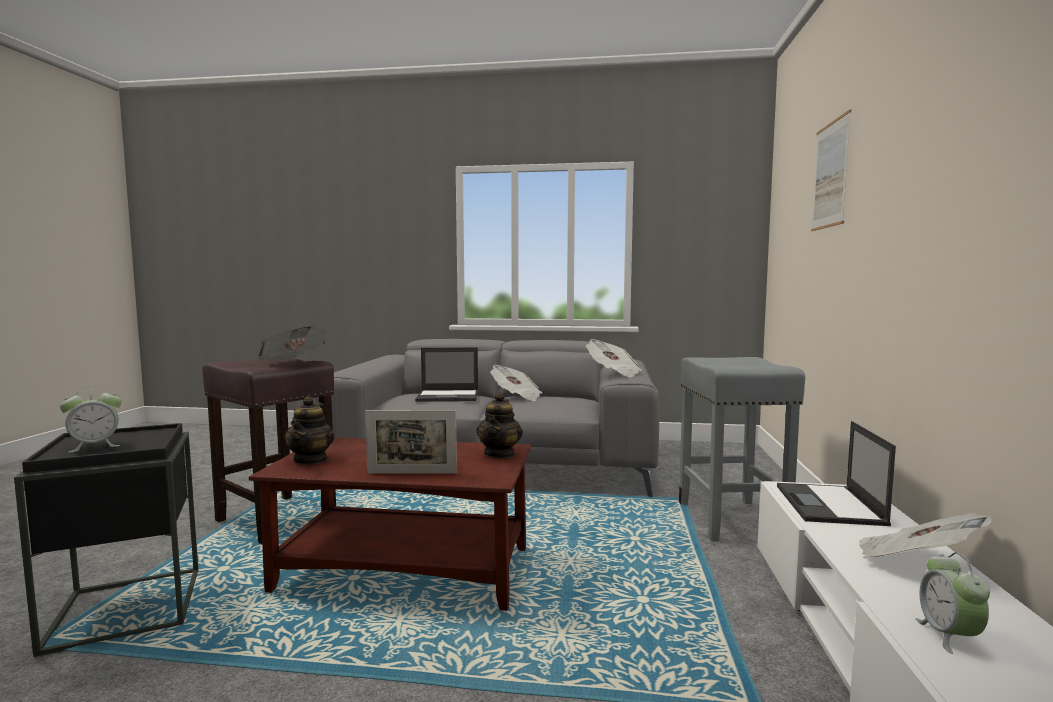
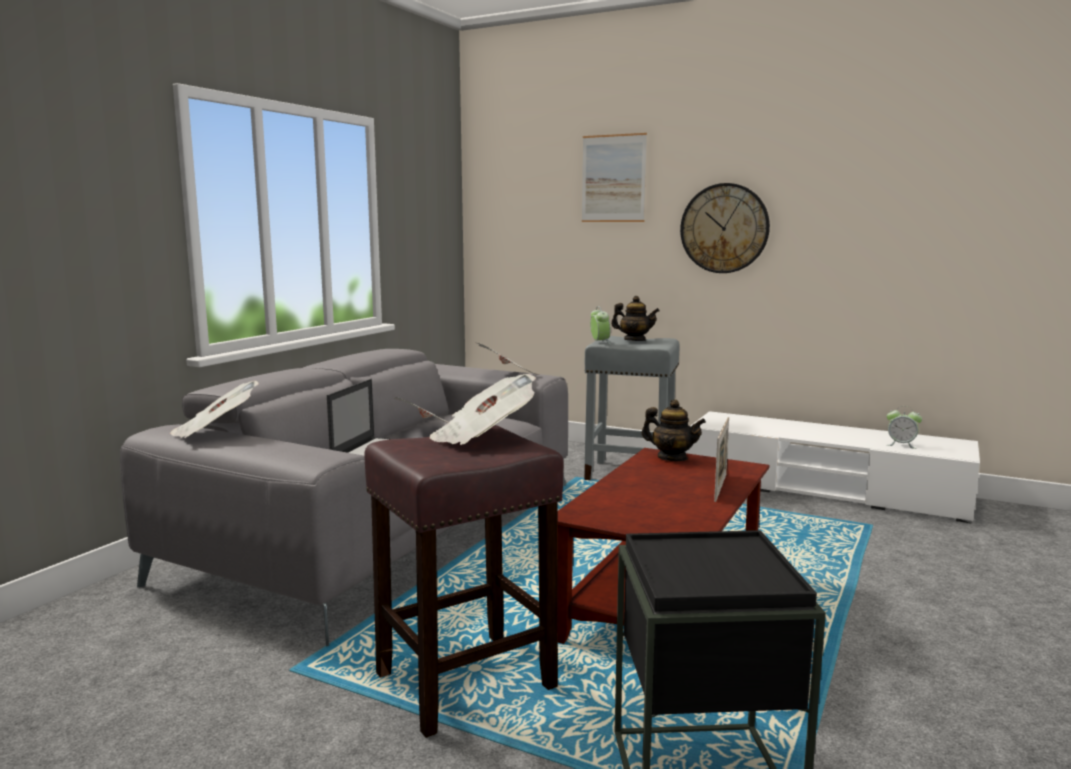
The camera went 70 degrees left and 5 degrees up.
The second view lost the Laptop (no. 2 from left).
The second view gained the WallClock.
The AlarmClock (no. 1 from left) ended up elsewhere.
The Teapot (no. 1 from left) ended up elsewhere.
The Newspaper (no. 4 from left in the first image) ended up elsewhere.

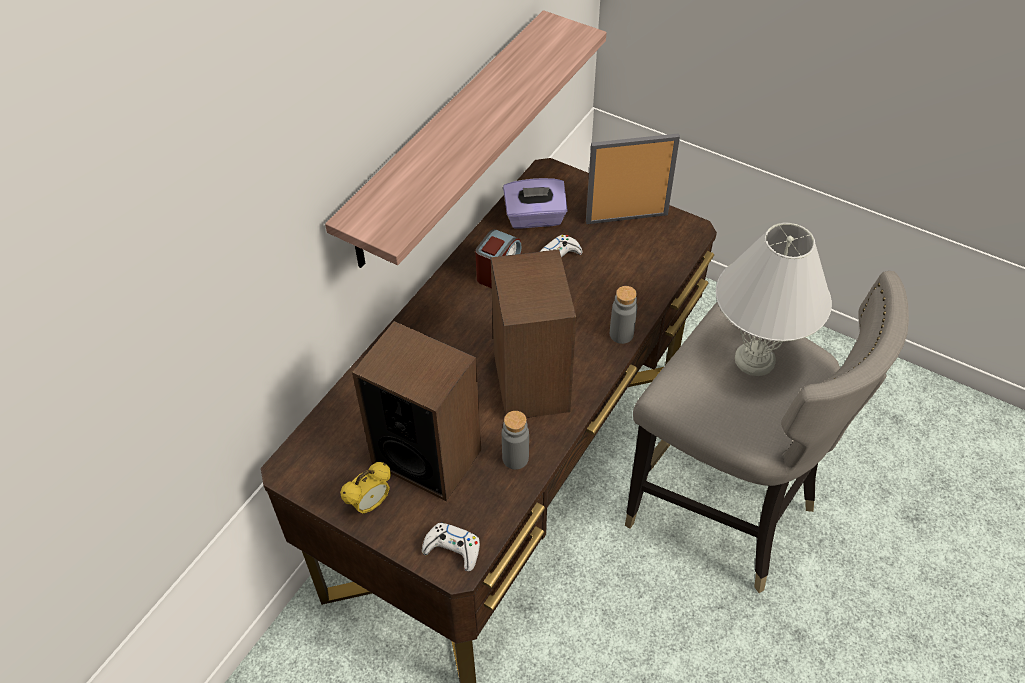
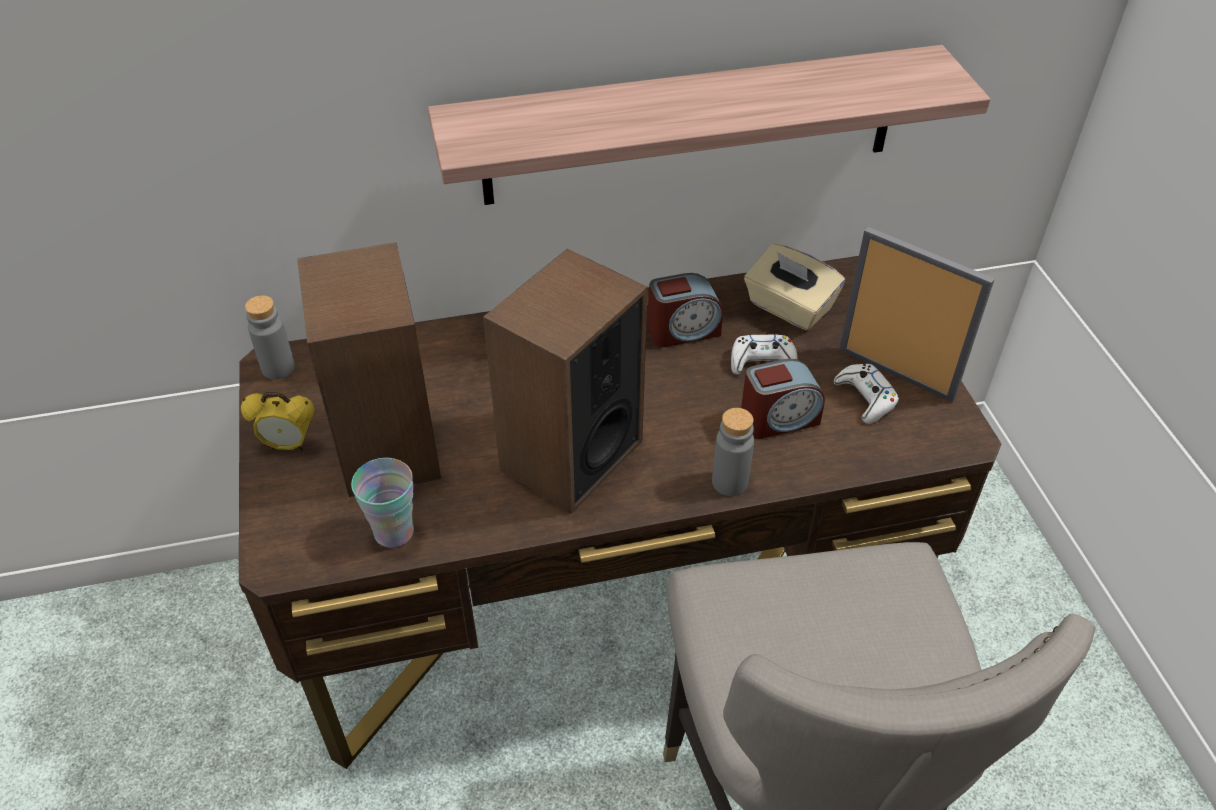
The camera went 45 degrees right and 5 degrees down.
The second view lost the WhiteTableLamp.
The second view gained the Cup.
The second view gained the AlarmClock (no. 3 from left).
The WhiteGameController (no. 1 from left in the first image) ended up elsewhere.
The GreyBottle (no. 1 from left) ended up elsewhere.
What was the PurpleTissueBox turned into the BeigeTissueBox.

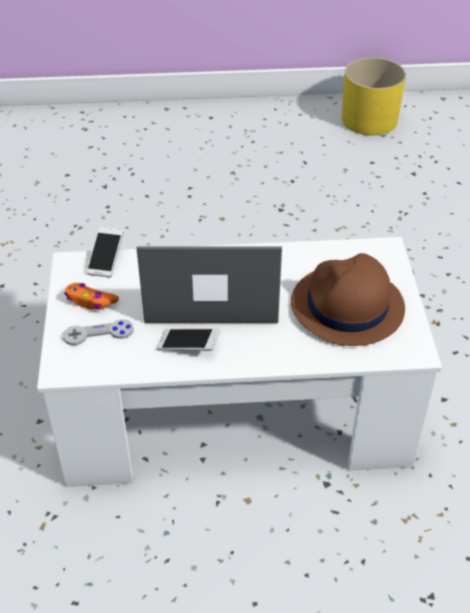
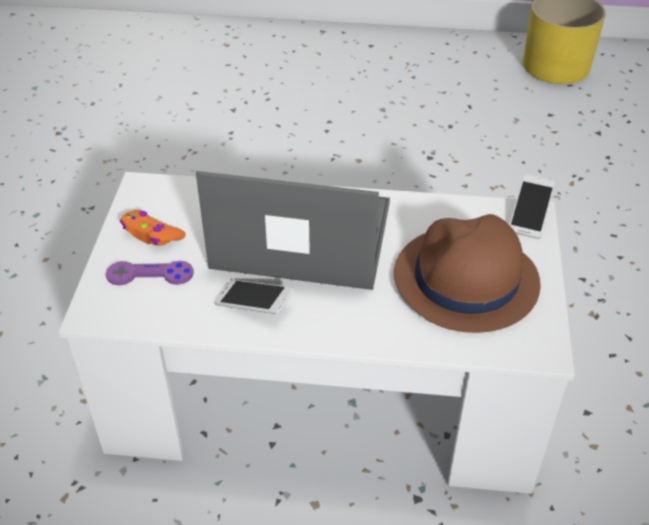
The camera went 10 degrees right and 0 degrees up.
The Phone (no. 1 from left in the first image) ended up elsewhere.
What was the GreyGameController turned into the PurpleGameController.

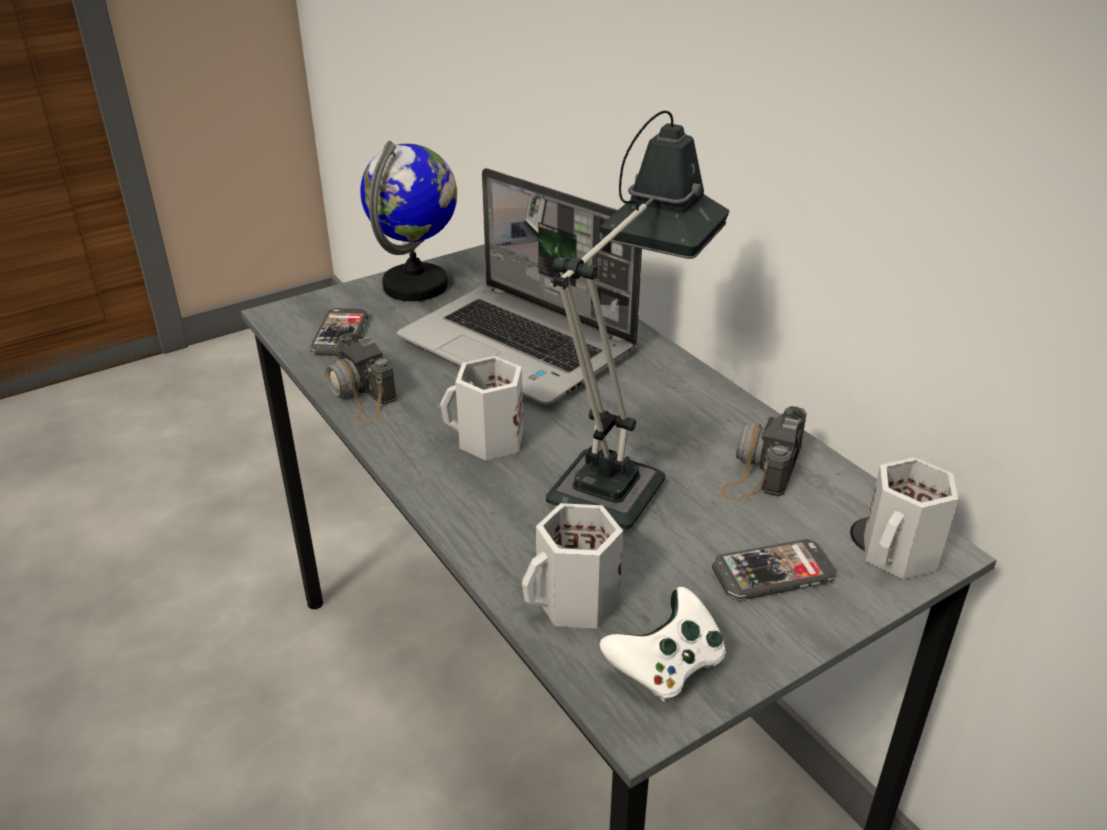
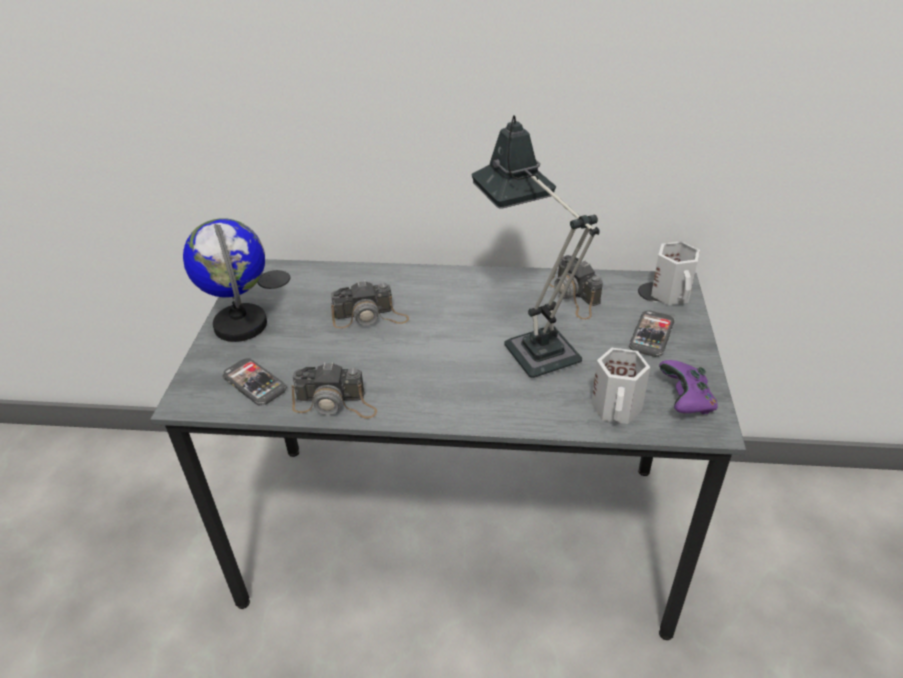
The camera went 50 degrees left and 5 degrees up.
The second view lost the WhiteMug (no. 1 from left).
Where the Laptop stood, the PhotoCamera (no. 2 from left) came to stand.
What was the WhiteGameController turned into the PurpleGameController.

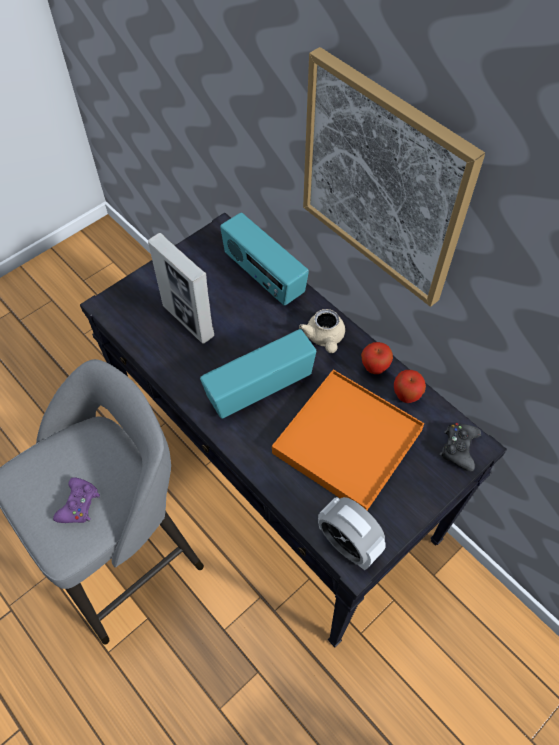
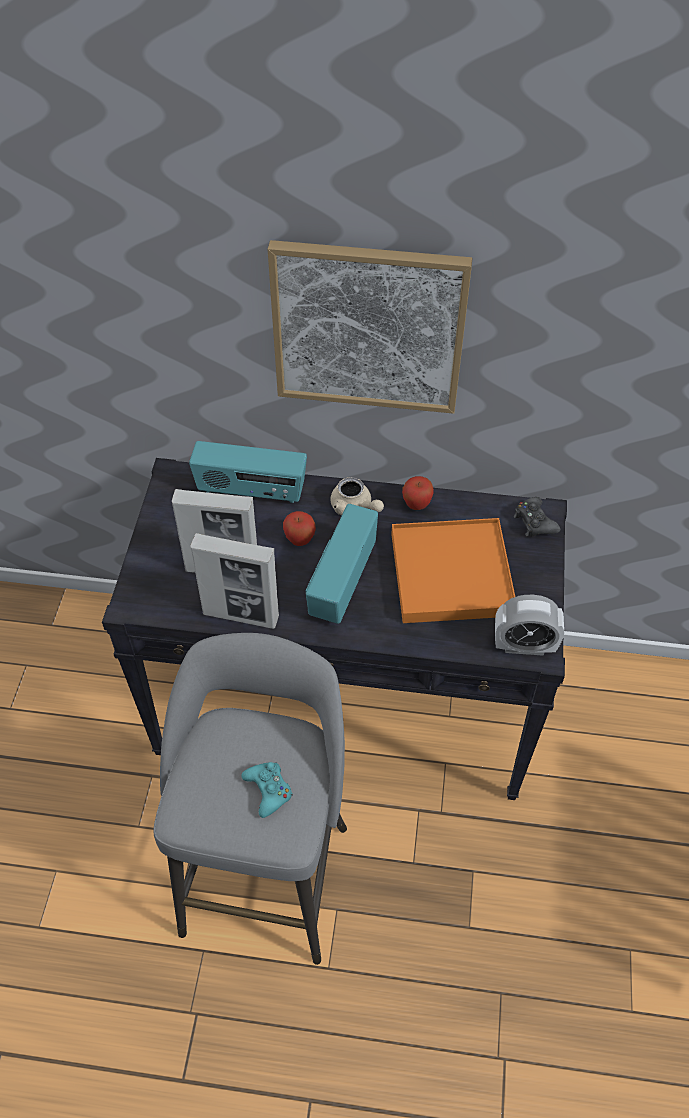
The camera went 40 degrees left and 5 degrees down.
The second view gained the PictureFrame (no. 2 from left).
The Apple (no. 2 from left in the first image) ended up elsewhere.
What was the PurpleGameController turned into the TurquoiseGameController.

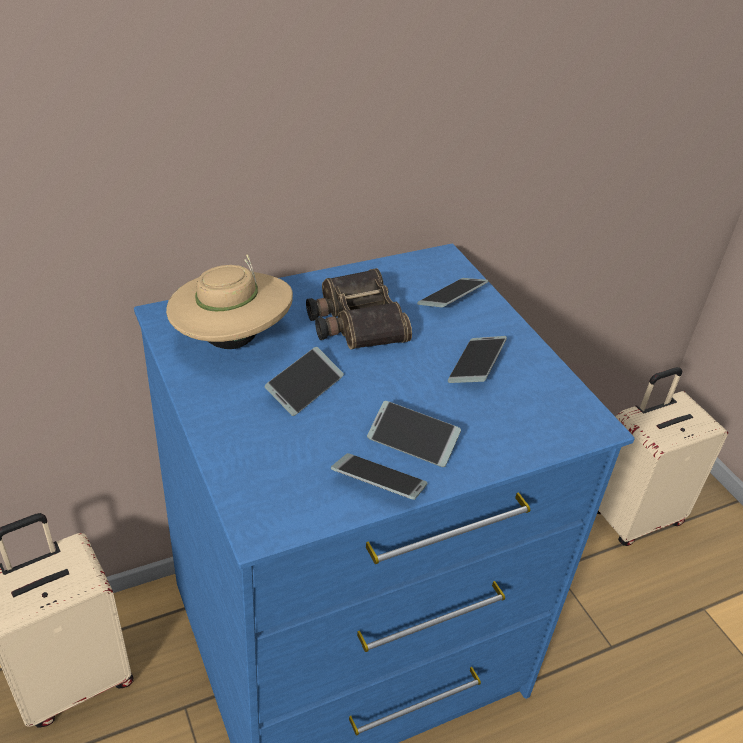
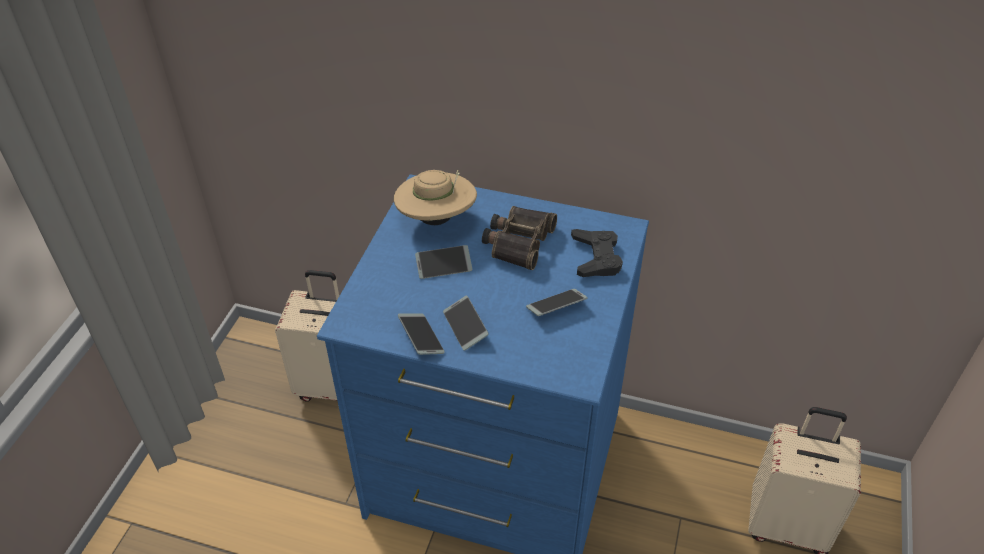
The camera went 45 degrees right and 5 degrees up.
Where the Phone (no. 4 from left) stood, the BlackGameController came to stand.

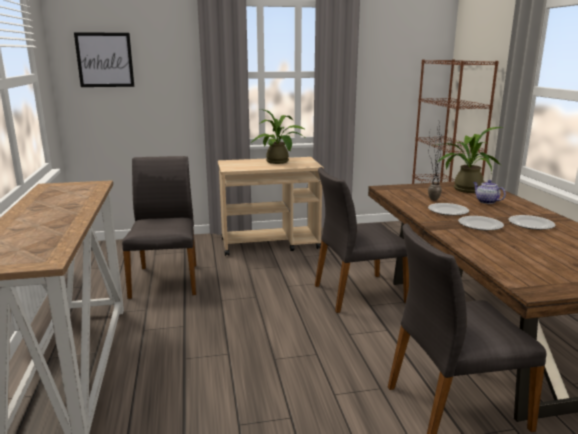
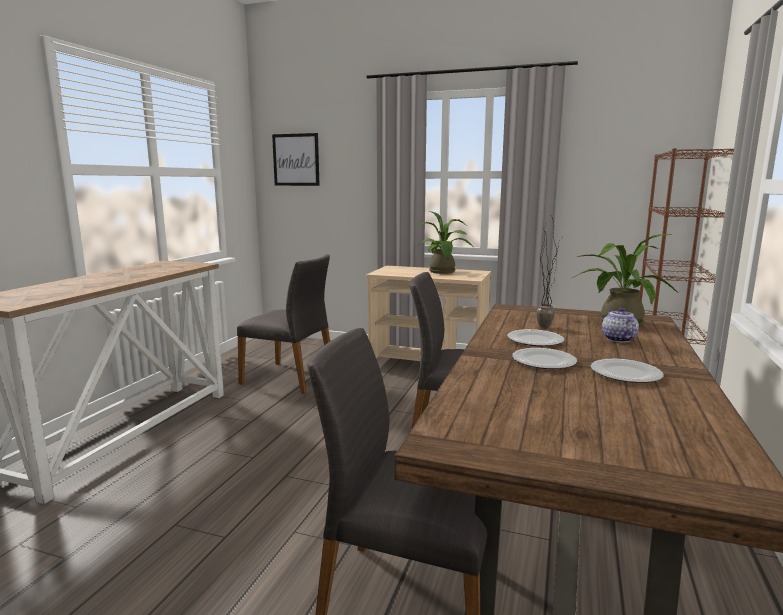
The camera went 30 degrees right and 5 degrees down.
The GreyChair (no. 1 from left) ended up facing another way, 90 degrees clockwise from before.

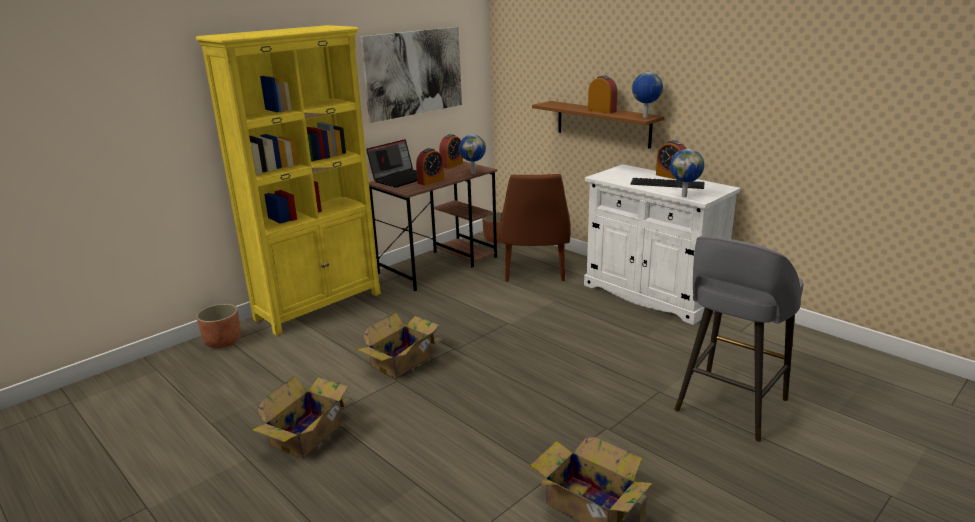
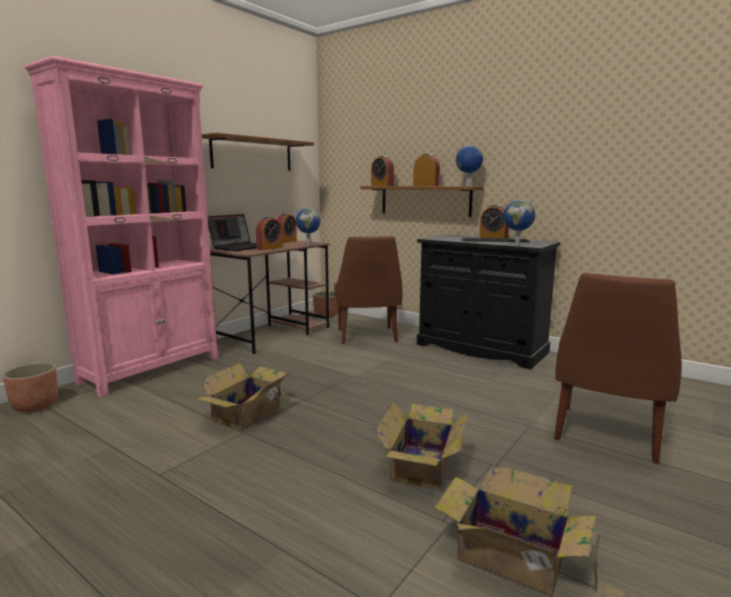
The camera went 10 degrees left and 10 degrees down.
The second view gained the AlarmClock (no. 3 from left).
The CardboardBox (no. 1 from left in the first image) ended up elsewhere.
Where the Picture hung, the BrownShelf (no. 1 from left) came to hang.
Where the GreyStool stood, the BrownChair (no. 2 from left) came to stand.
What was the YellowBookcase turned into the PinkBookcase.
What was the WhiteCabinet turned into the BlackCabinet.

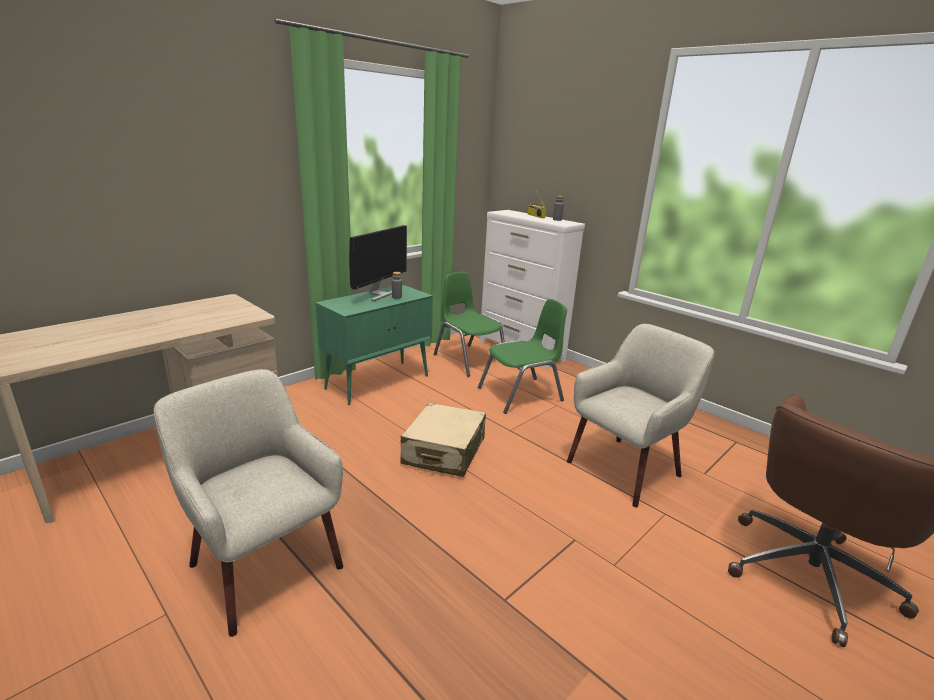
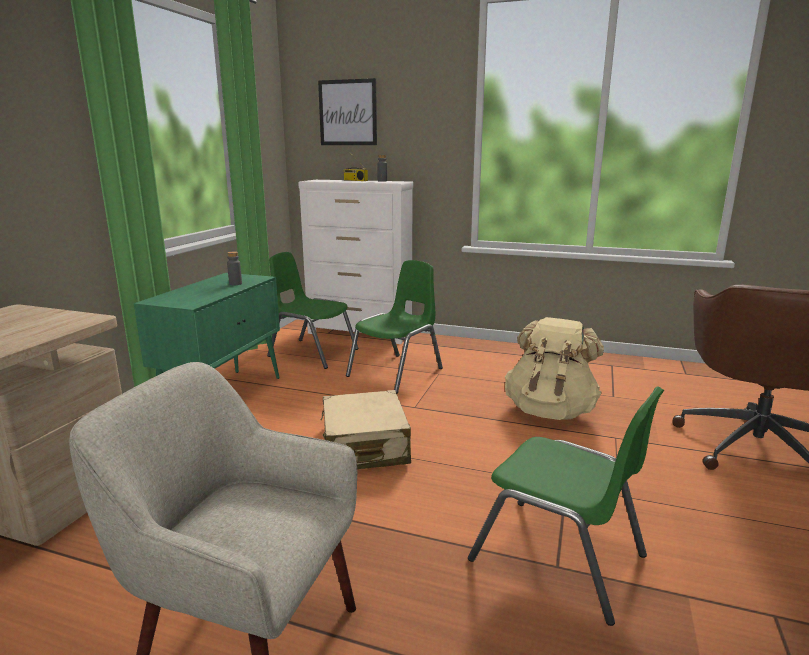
The camera went 25 degrees left and 5 degrees down.
The second view lost the Monitor.
The second view gained the Picture.
The second view gained the GreenChair (no. 3 from left).
Where the BeigeArmchair (no. 2 from left) stood, the BeigeBackpack came to stand.

